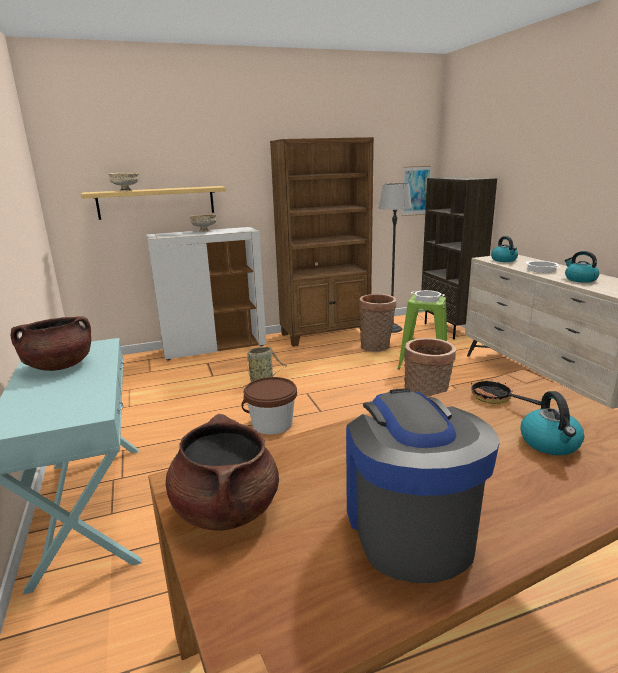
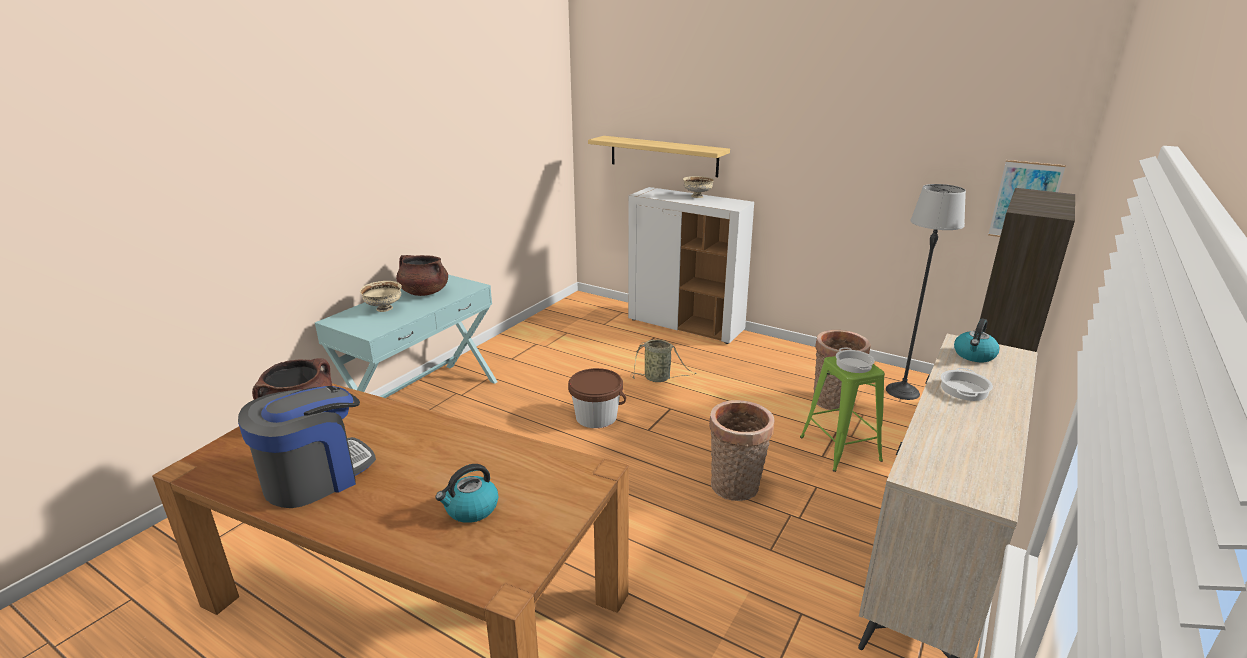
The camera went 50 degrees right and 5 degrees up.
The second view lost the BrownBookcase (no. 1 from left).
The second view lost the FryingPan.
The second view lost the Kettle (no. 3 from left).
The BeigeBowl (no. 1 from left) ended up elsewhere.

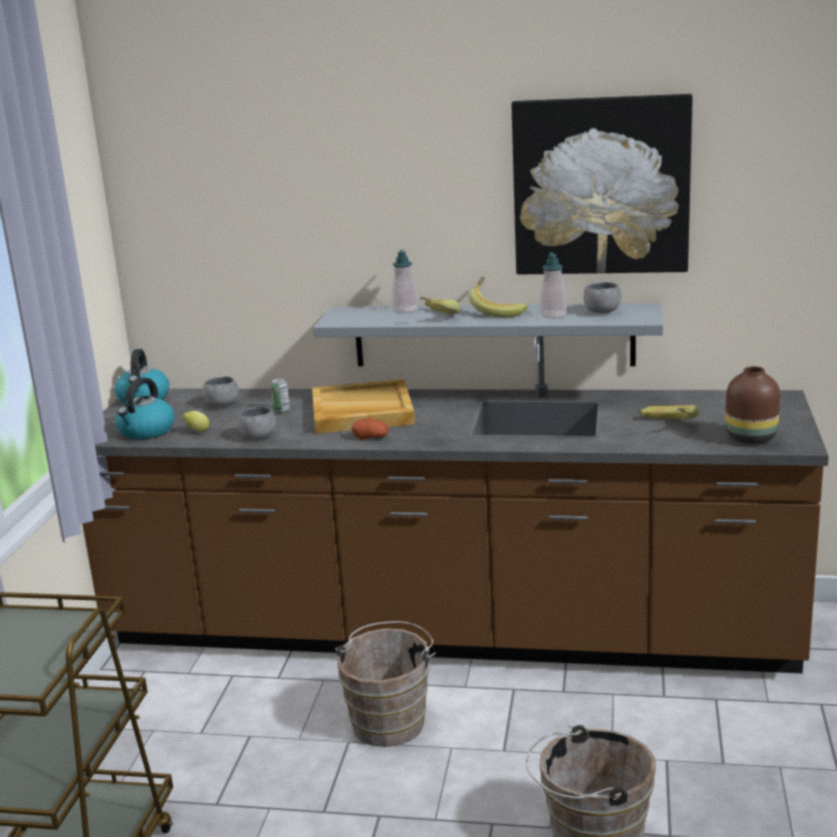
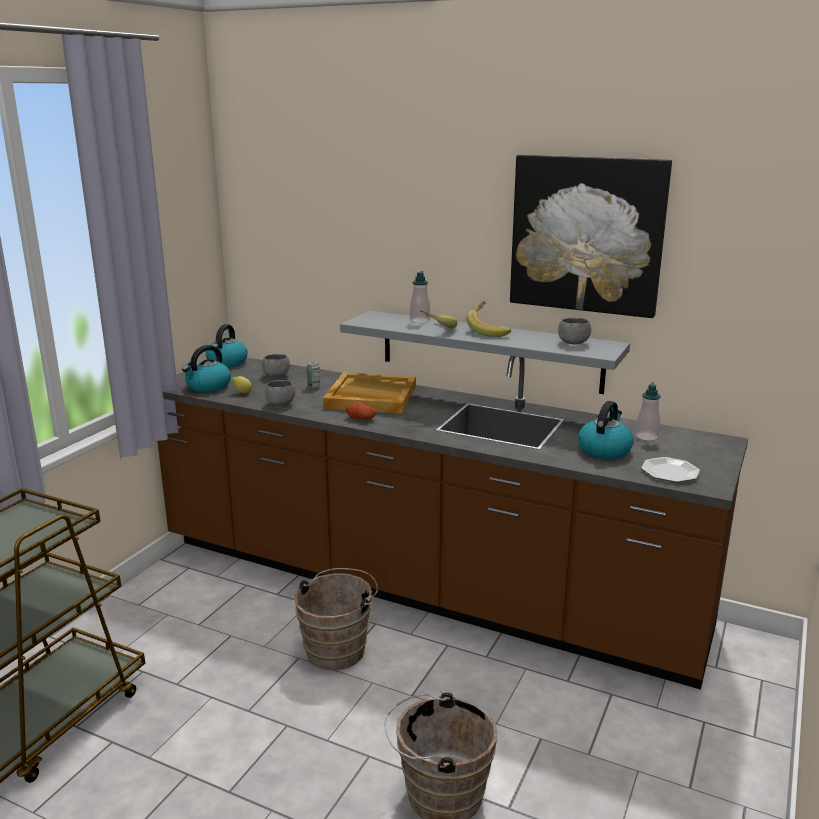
The camera went 15 degrees right and 0 degrees up.
The SoapDispenser (no. 2 from left) ended up elsewhere.
Where the Banana (no. 3 from left) stood, the Kettle (no. 3 from left) came to stand.
Where the BrownVase stood, the Plate came to stand.

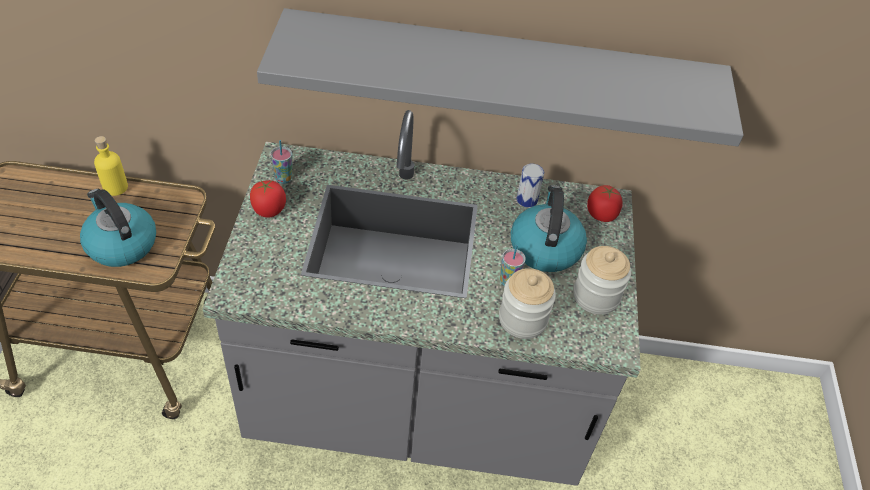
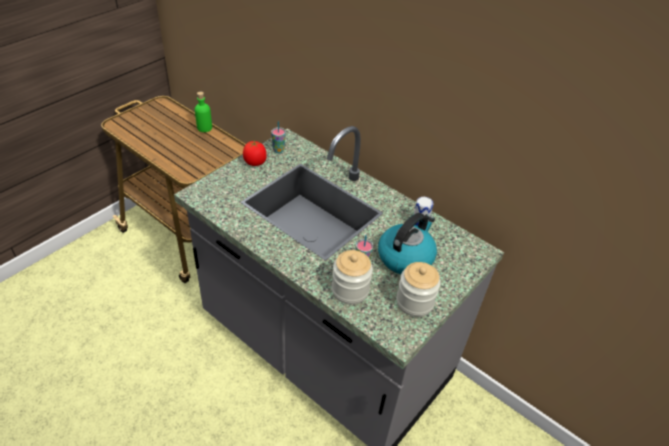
The camera went 35 degrees right and 5 degrees down.
The second view lost the Kettle (no. 1 from left).
The second view lost the GreyShelf.
The second view lost the Tomato (no. 2 from left).
What was the YellowBottle turned into the GreenBottle.

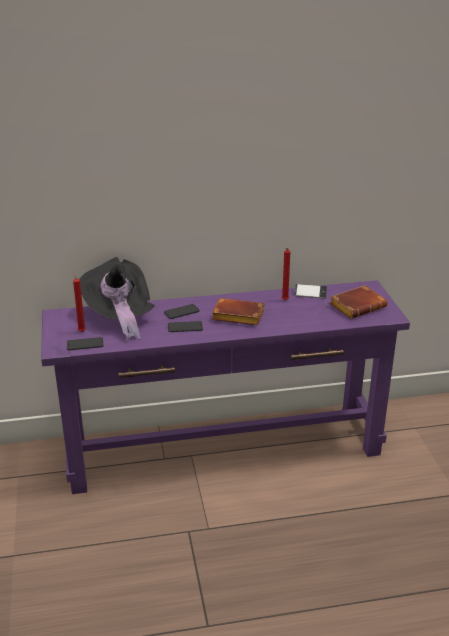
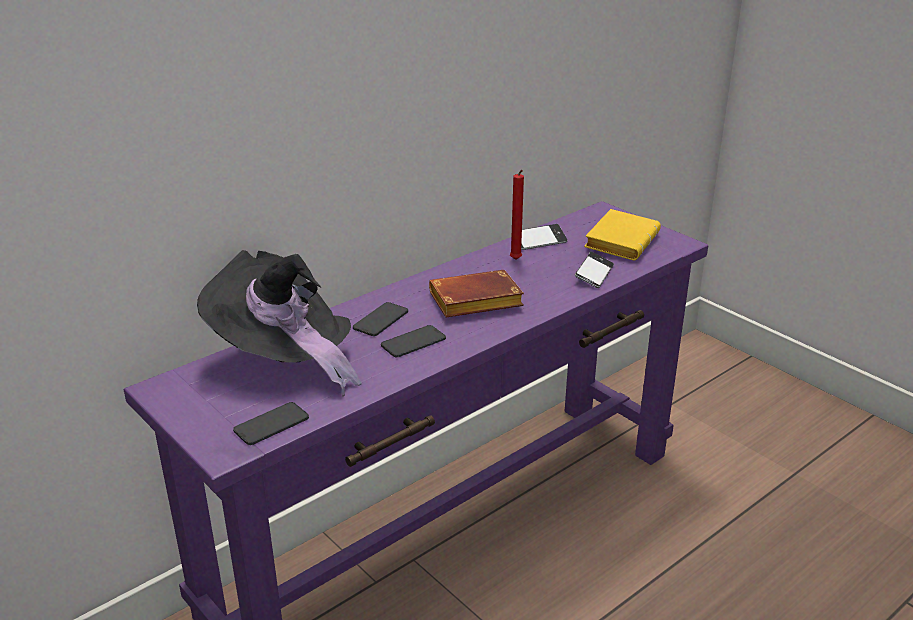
The camera went 30 degrees left and 0 degrees up.
The second view lost the RedCandle (no. 1 from left).
The second view gained the Phone (no. 5 from left).
What was the BrownBook (no. 2 from left) turned into the YellowBook.

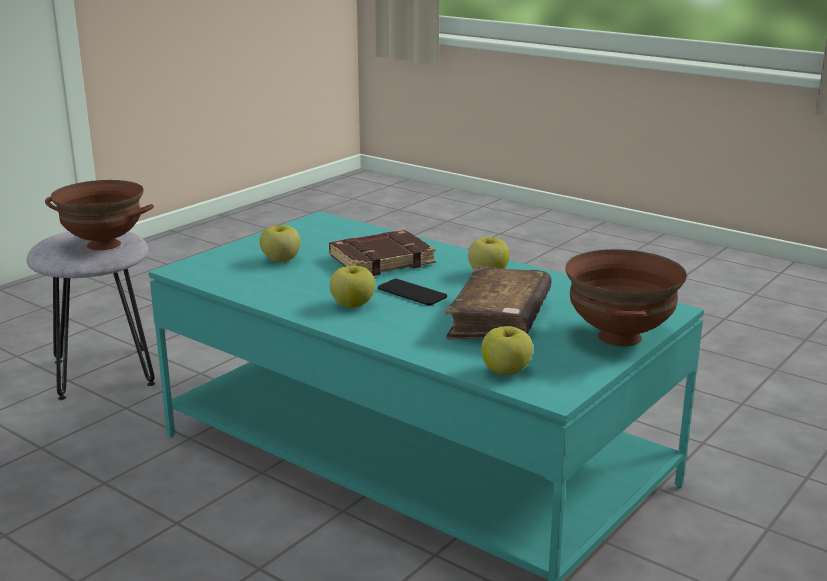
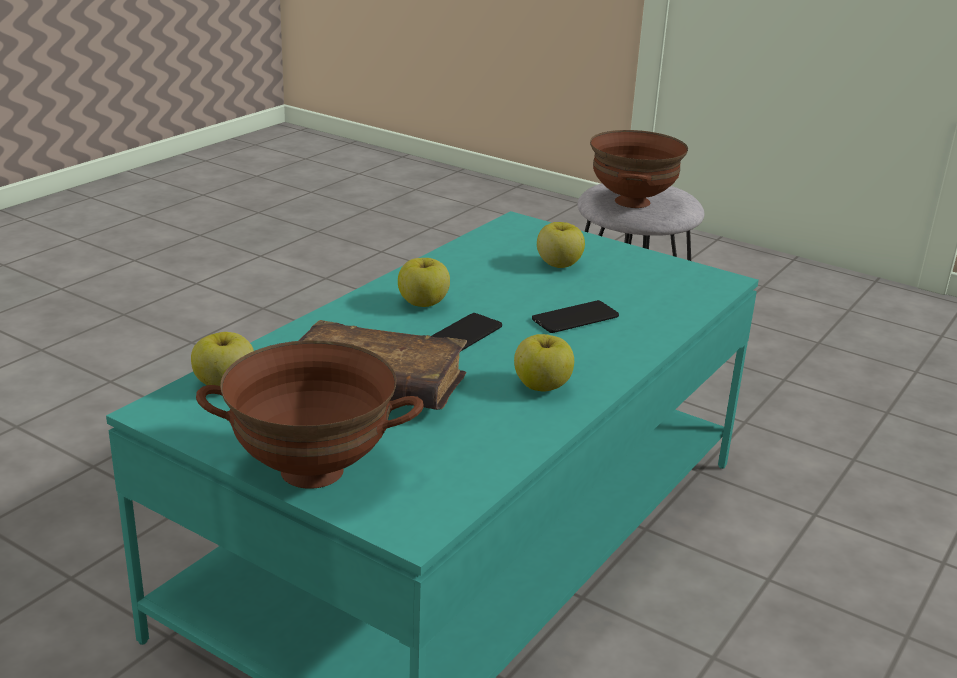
The camera went 85 degrees right and 5 degrees up.
Where the BrownBook (no. 1 from left) stood, the Phone (no. 2 from left) came to stand.

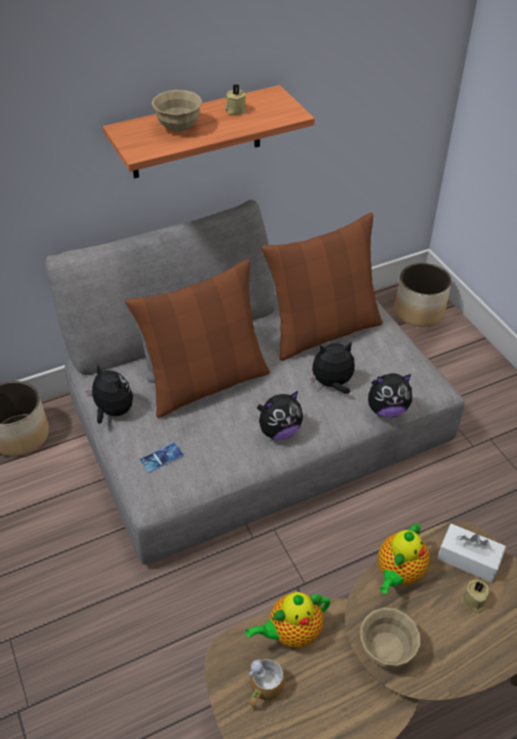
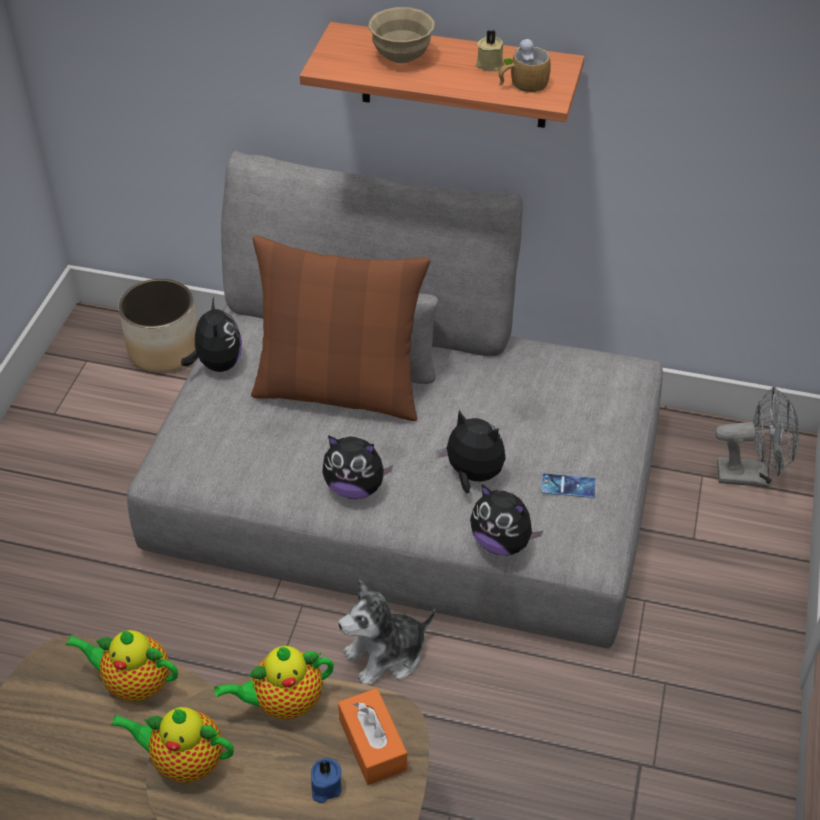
The camera went 40 degrees right and 0 degrees up.
The second view lost the BrownPillow (no. 2 from left).
The second view gained the PlushToy (no. 3 from left).
The Phone ended up elsewhere.
The Mug ended up elsewhere.
Where the BeigeBowl (no. 2 from left) stood, the Teapot (no. 2 from left) came to stand.
Where the Planter (no. 2 from left) stood, the GreyFan came to stand.
What was the WhiteTissueBox turned into the OrangeTissueBox.
What was the BeigeCandle (no. 2 from left) turned into the BlueCandle.

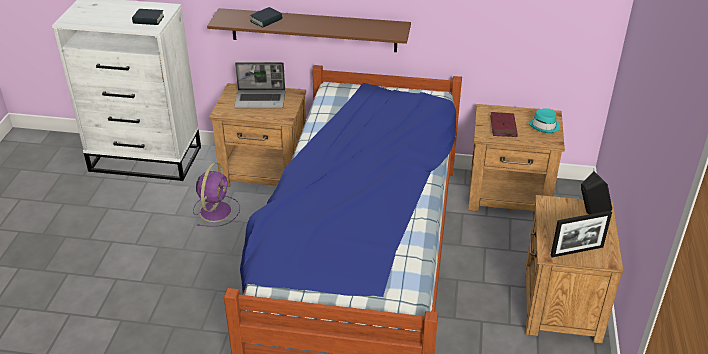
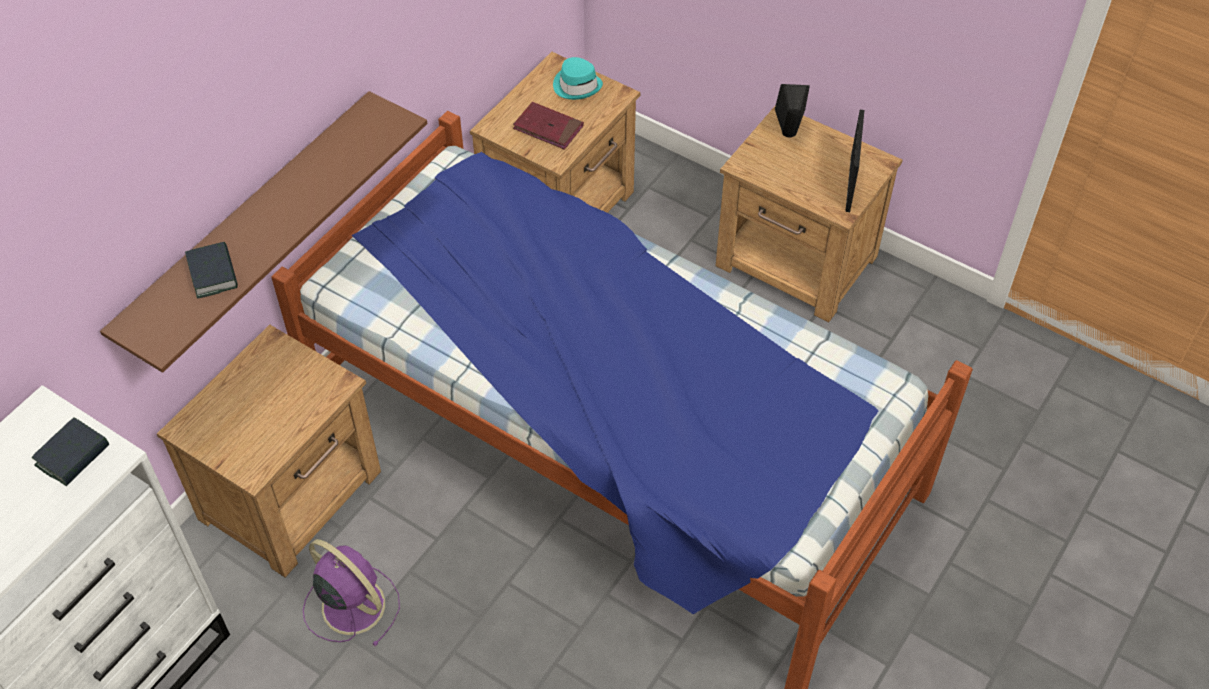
The camera went 65 degrees left and 15 degrees up.
The second view lost the Laptop.

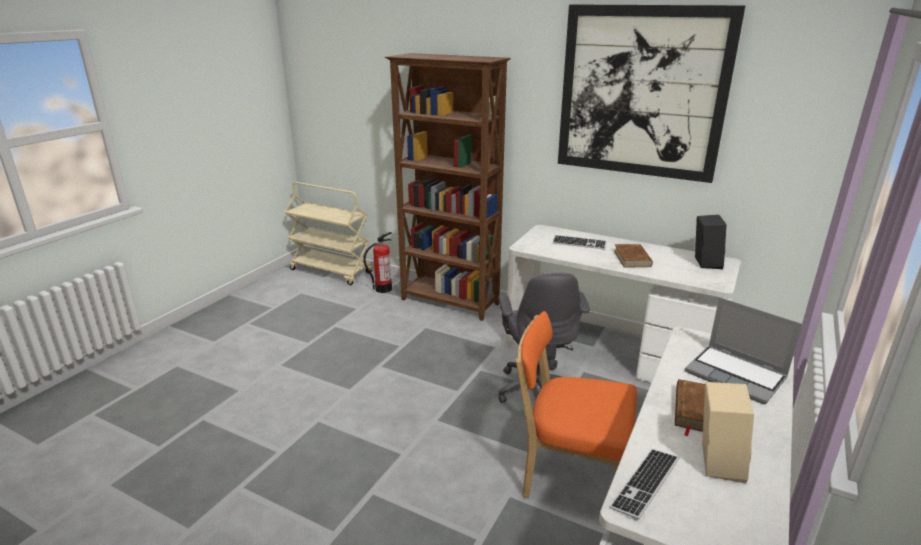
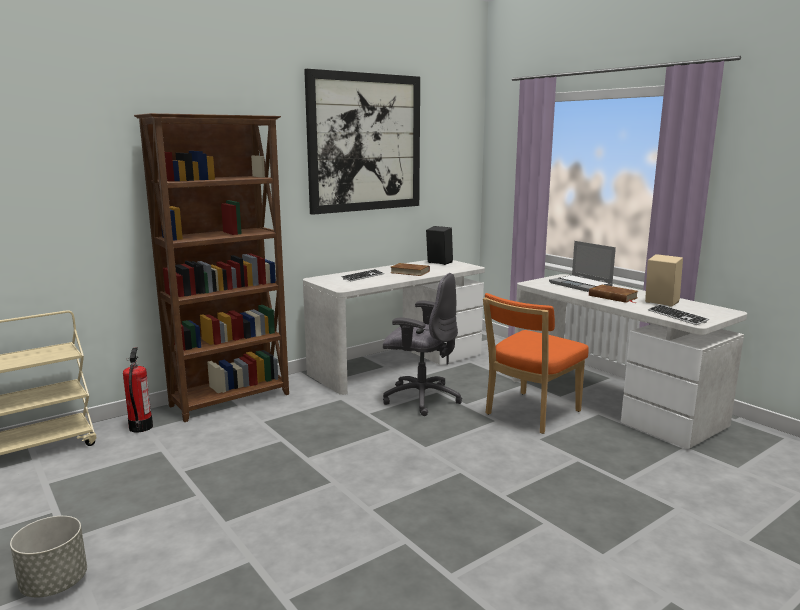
The camera went 65 degrees left and 10 degrees down.
The second view gained the GreyPlanter.
The Laptop ended up facing another way, 75 degrees clockwise from before.

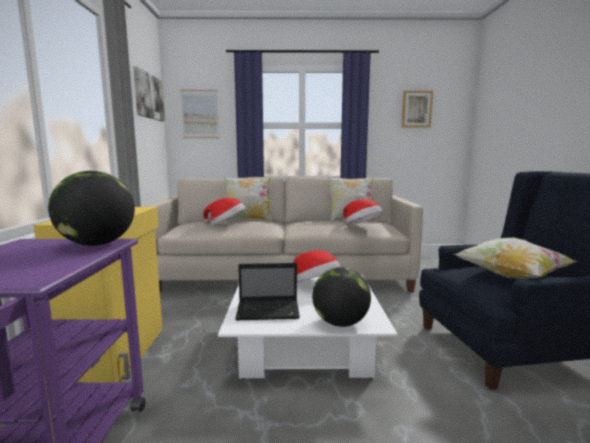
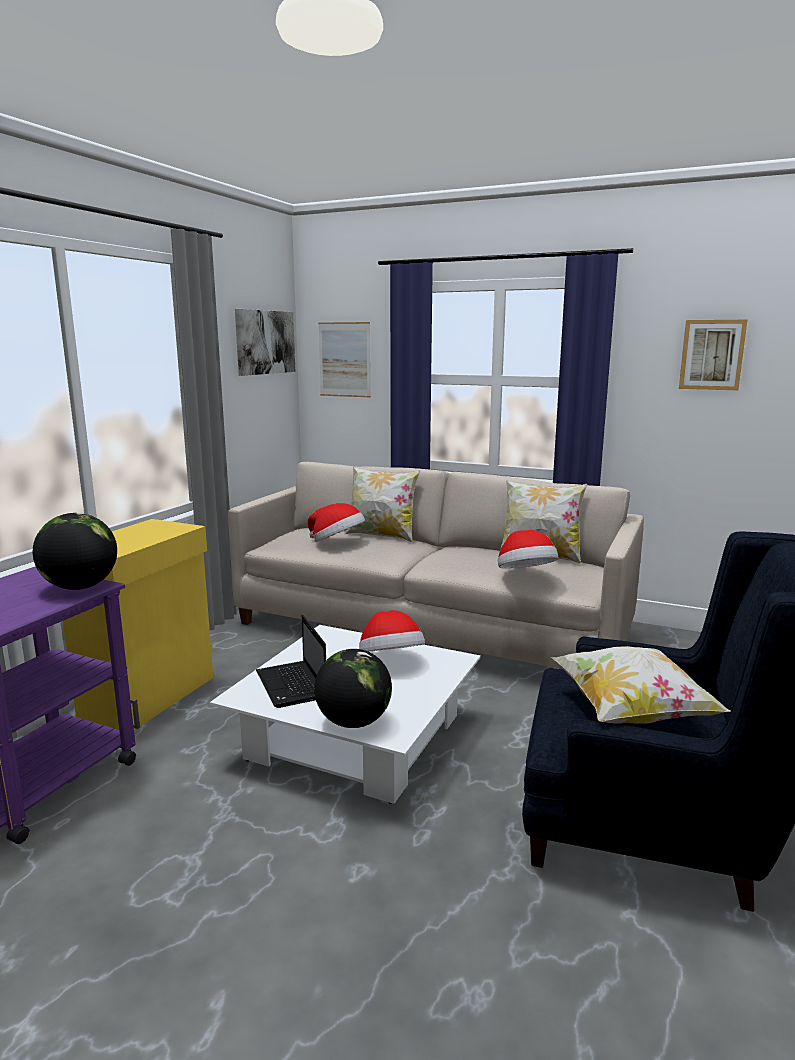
The camera went 25 degrees right and 5 degrees up.
The Laptop ended up facing another way, 45 degrees clockwise from before.

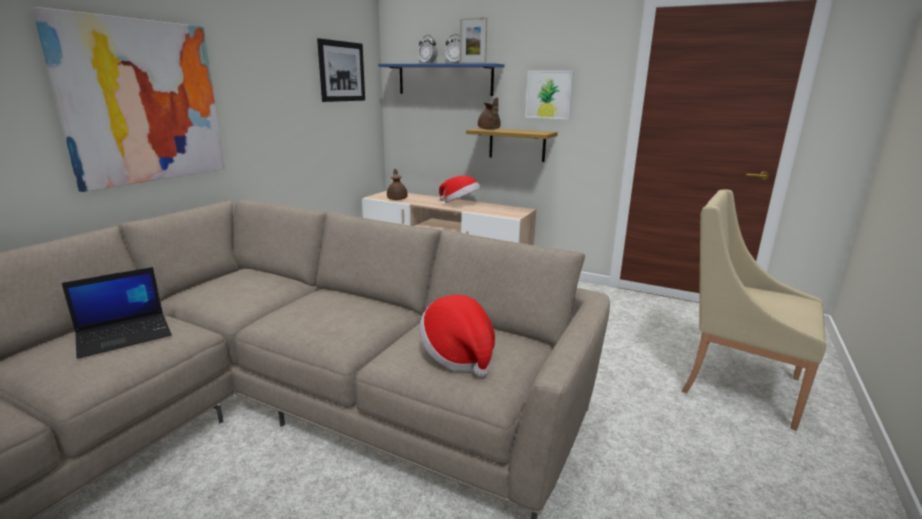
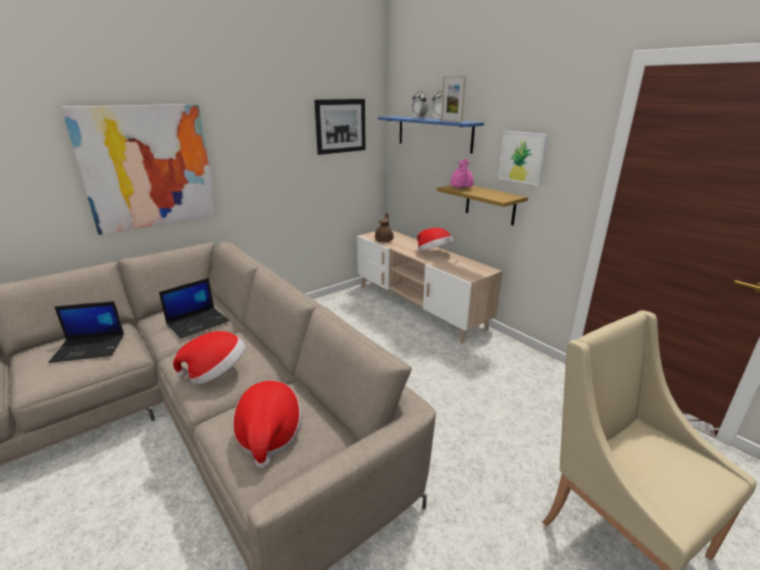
The camera went 25 degrees right and 5 degrees up.
The second view gained the Laptop (no. 2 from left).
The second view gained the Hat (no. 1 from left).
What was the BrownTeapot (no. 2 from left) turned into the PinkTeapot.

